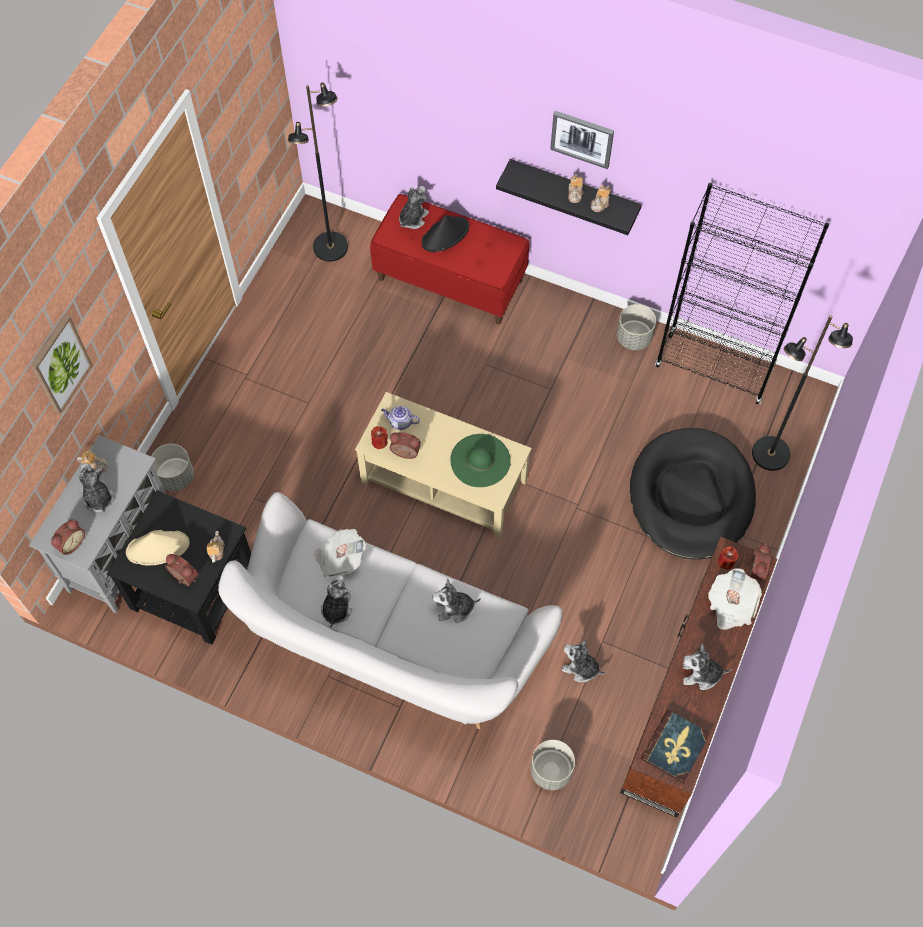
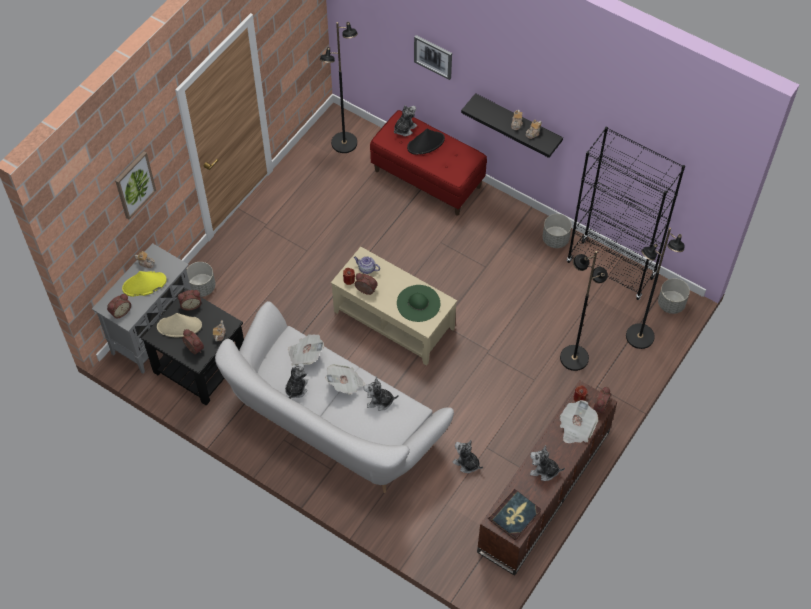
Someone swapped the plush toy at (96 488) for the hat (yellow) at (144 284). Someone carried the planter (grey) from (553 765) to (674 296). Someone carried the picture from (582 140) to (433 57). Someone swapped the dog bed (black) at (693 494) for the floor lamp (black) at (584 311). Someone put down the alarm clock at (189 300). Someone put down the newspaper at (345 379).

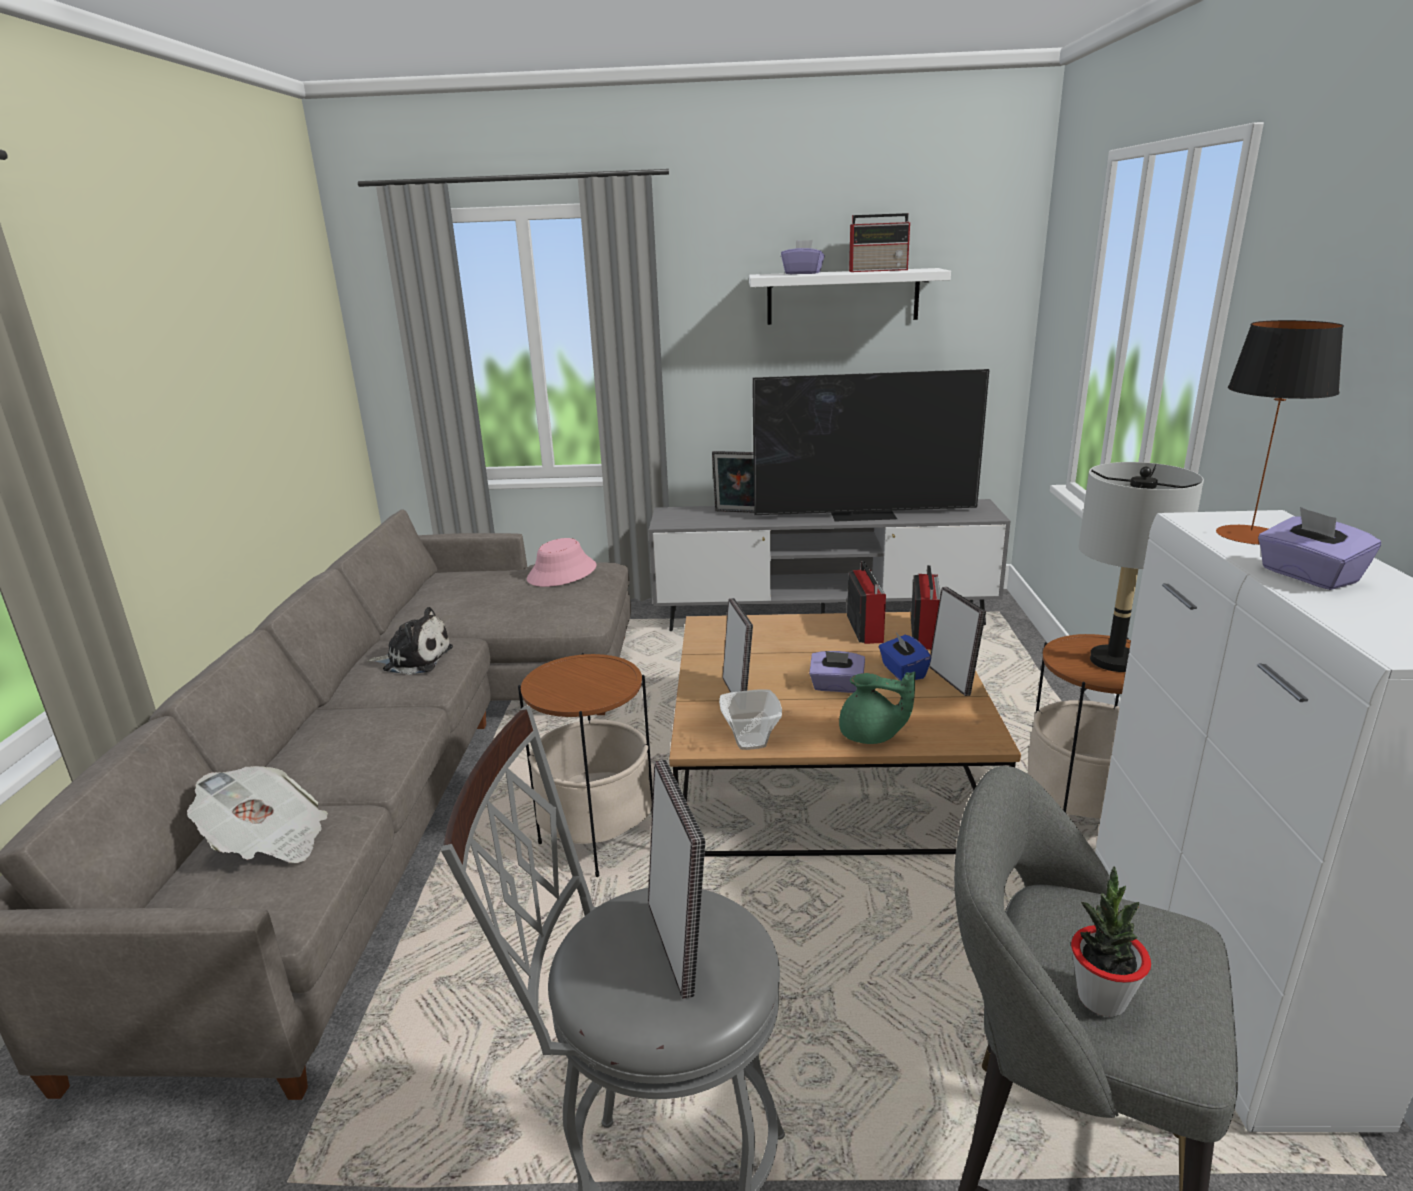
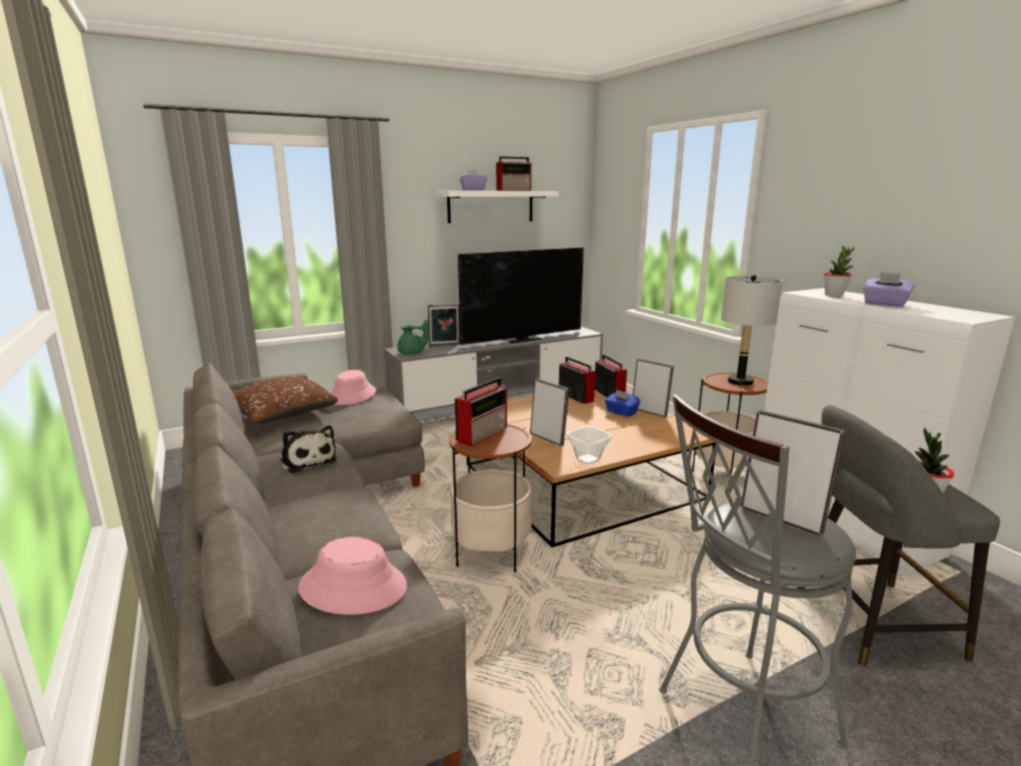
Someone swapped the newspaper at (257 814) for the hat (pink) at (352 576). Someone rotated the plush toy at (410 641) by 75 degrees clockwise. Someone took away the tissue box (purple) at (837 672). Someone carried the teapot (green) from (877 707) to (413 337). Someone swapped the table lamp at (1280 432) for the potted plant at (839 271). Someone put down the pillow (brown) at (285 400). Someone put down the radio at (481 411).

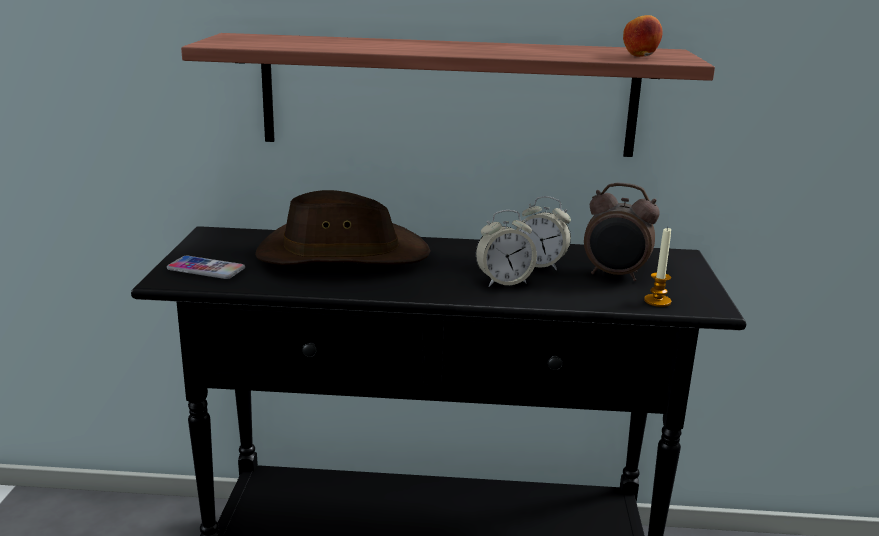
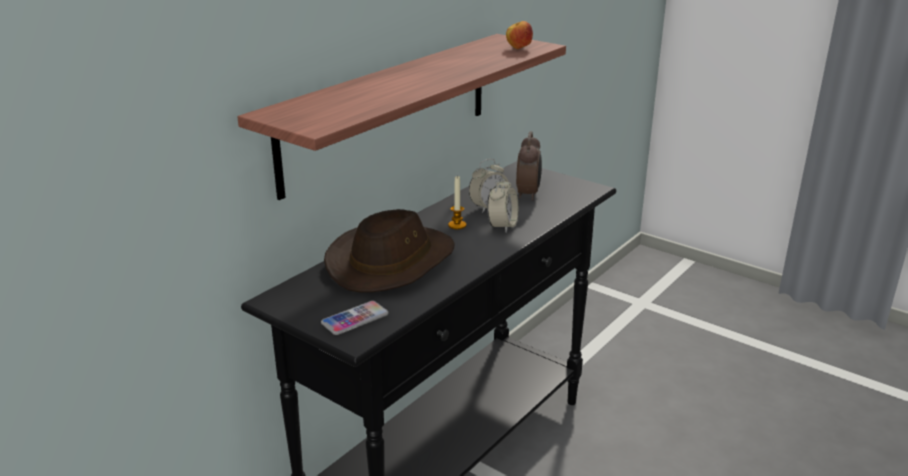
Someone rotated the alarm clock at (622 232) by 45 degrees counterclockwise. Someone carried the candle from (657 267) to (457 202).

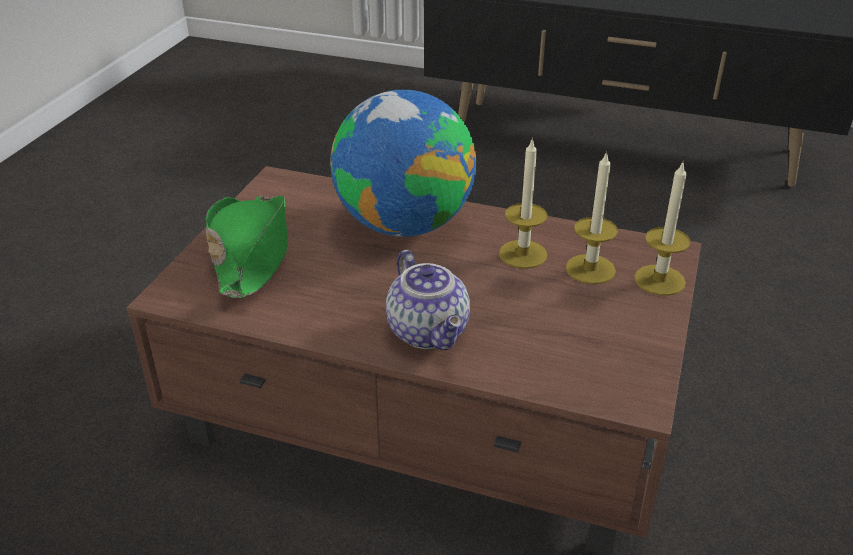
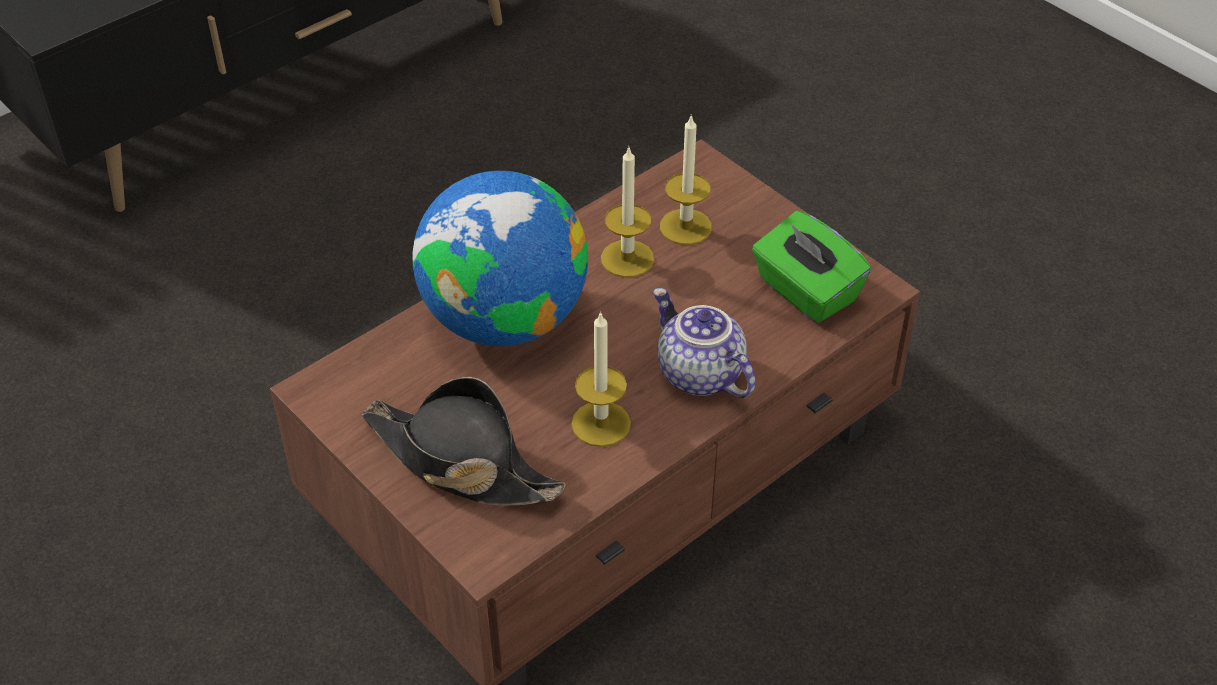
Someone repainted the hat (green) at (246 246), which became the hat (black) at (463 441). Someone rotated the teapot at (428 300) by 135 degrees counterclockwise. Someone carried the candle from (662 229) to (601 379). Someone put down the tissue box (green) at (811 267).

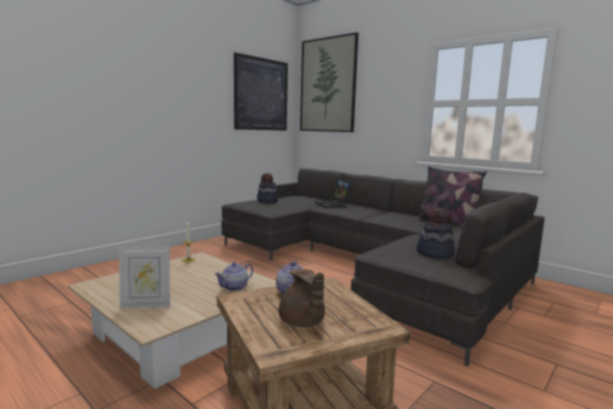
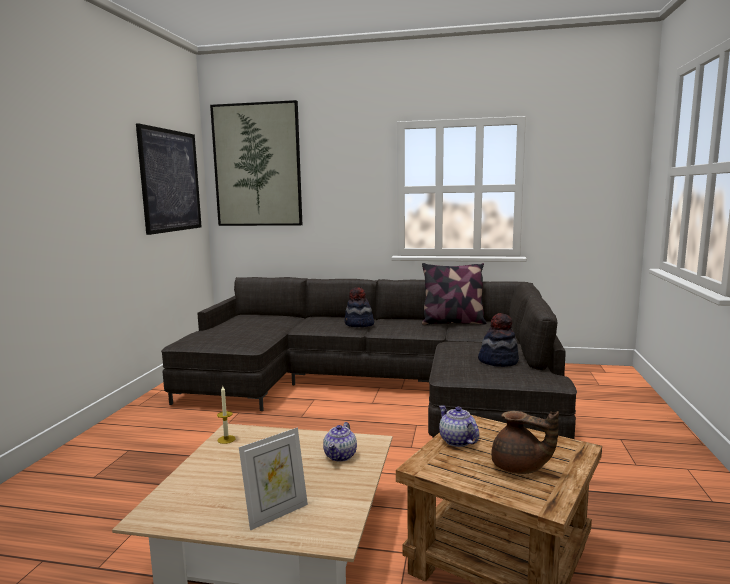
Someone carried the hat from (267 188) to (359 307). Someone took away the laptop at (333 193).

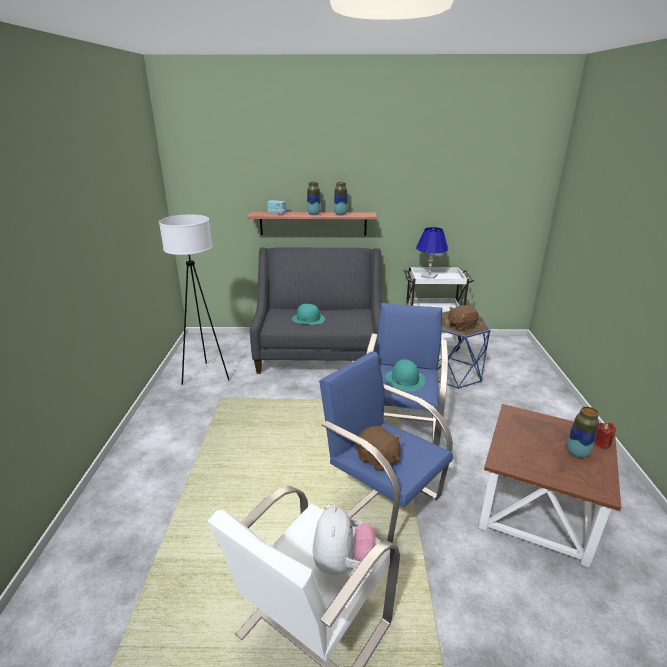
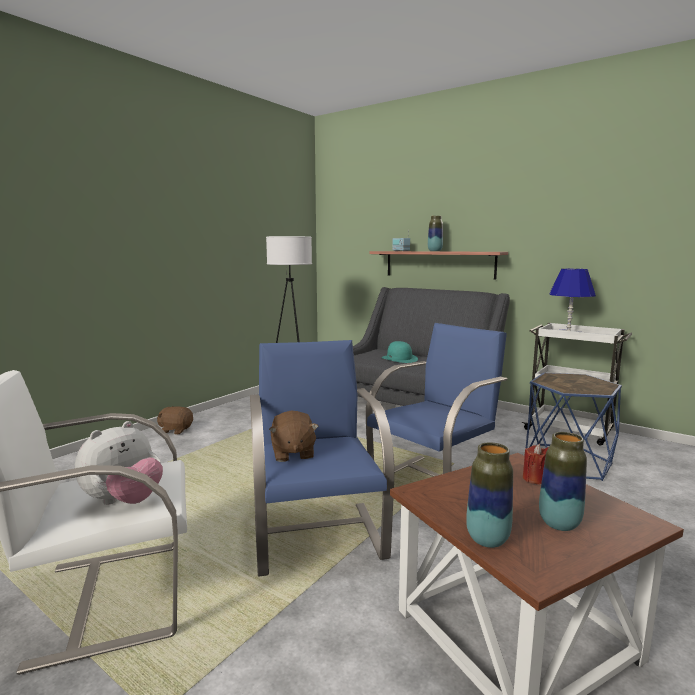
Someone carried the vase from (341 198) to (489 495). Someone took away the hat (turquoise) at (405 375). Someone carried the plush toy (brown) from (463 318) to (175 420). Someone carried the candle (red) from (605 435) to (536 464).

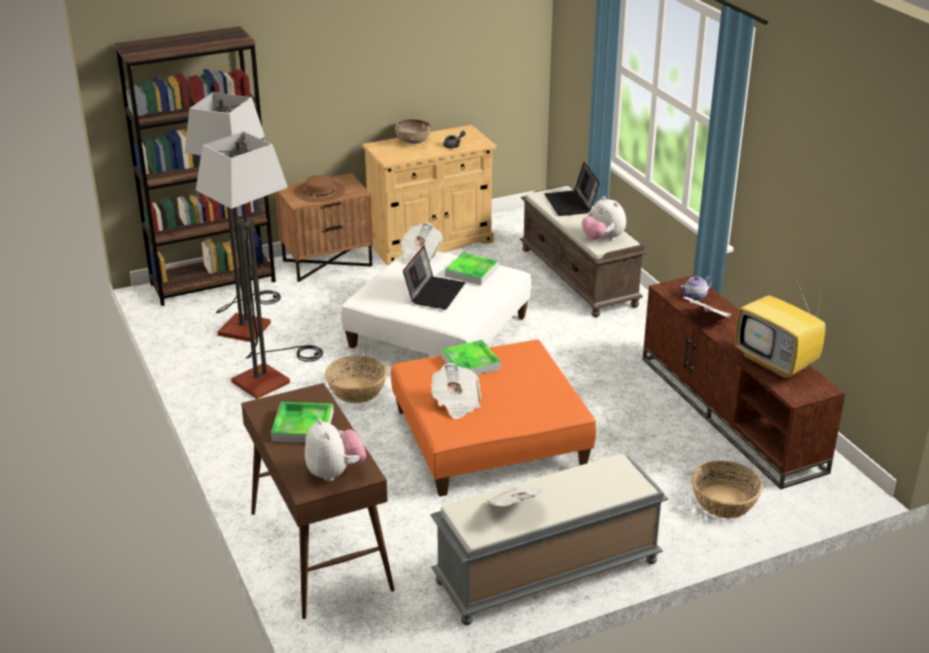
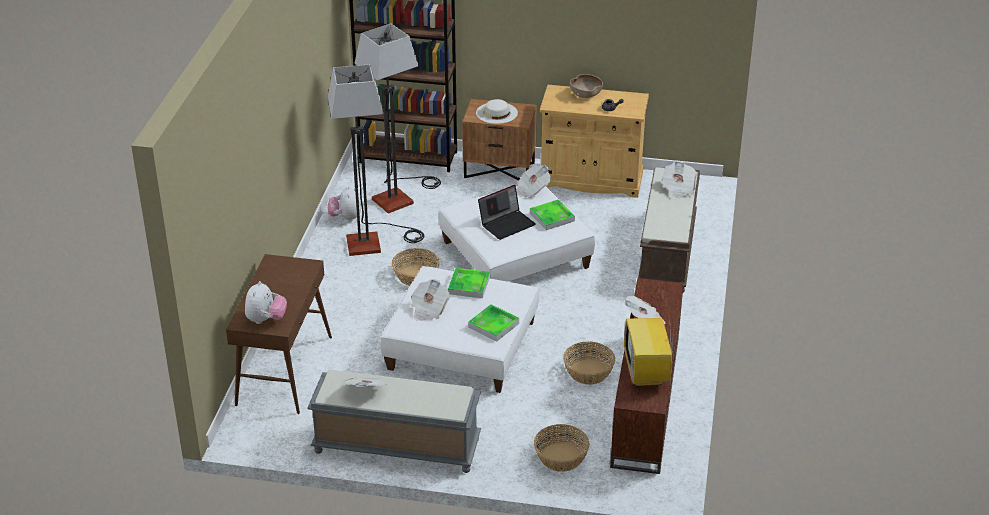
Someone carried the tray from (302 422) to (493 323). Someone repainted the hat (brown) at (319 188), which became the hat (white) at (497 111). Someone repainted the ottoman (orange) at (493 418), which became the ottoman (white) at (459 329). Someone swapped the laptop at (572 189) for the newspaper at (679 180). Someone carried the plush toy from (604 218) to (344 203). Someone took away the teapot at (696 288). Someone put down the basket at (589 362).

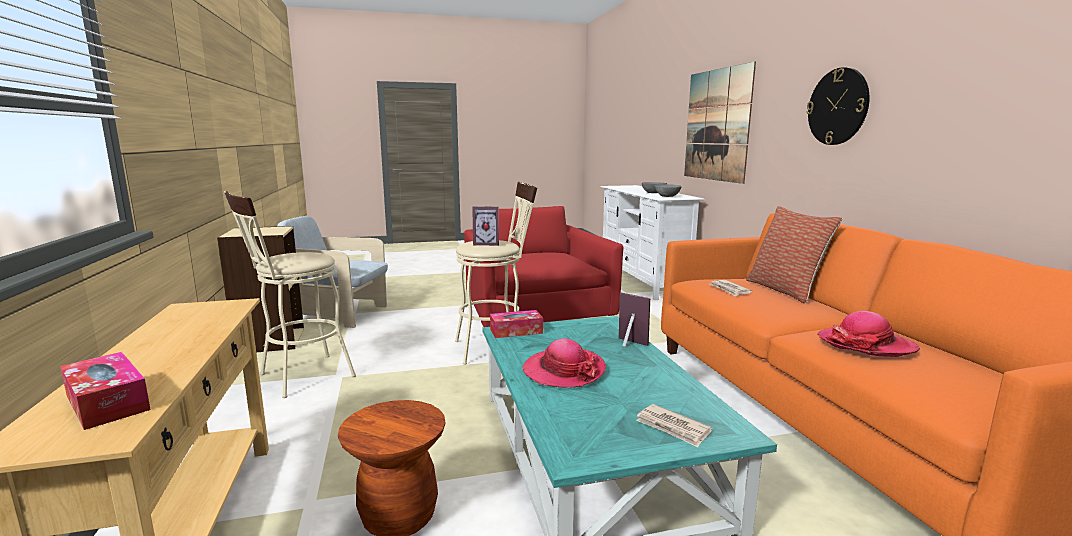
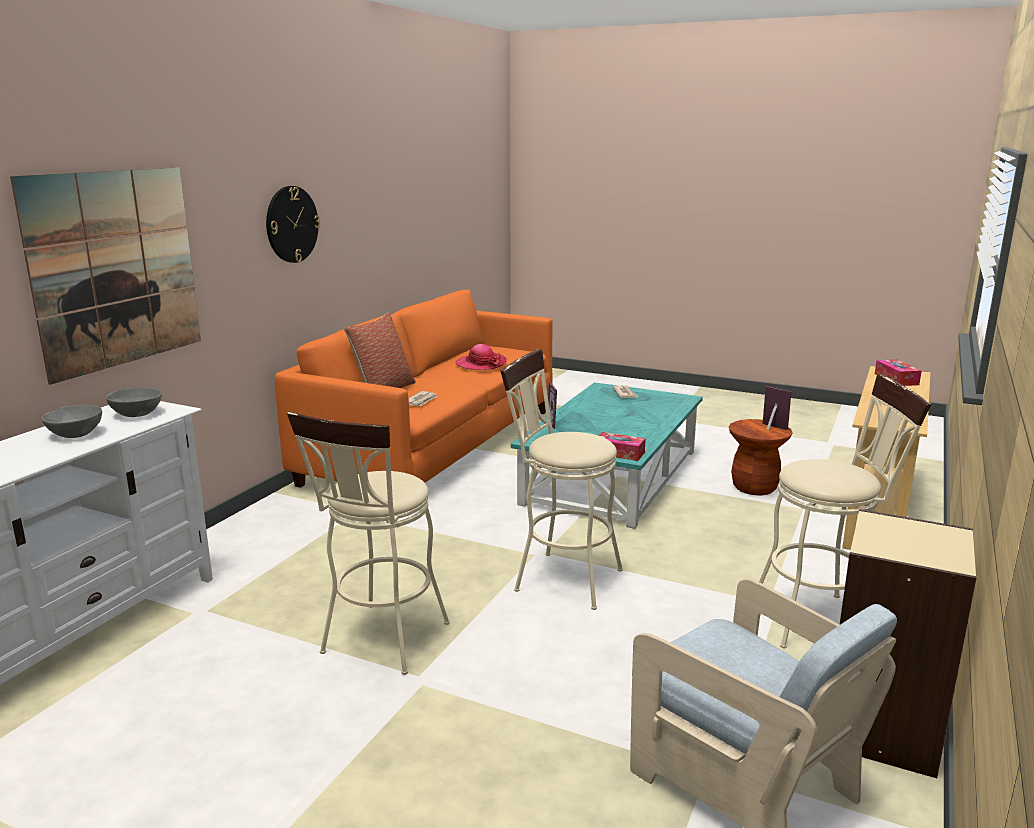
Someone swapped the armchair (red) at (543 266) for the stool (beige) at (368 543). Someone carried the picture frame from (485 226) to (777 408). Someone took away the hat at (564 363).

